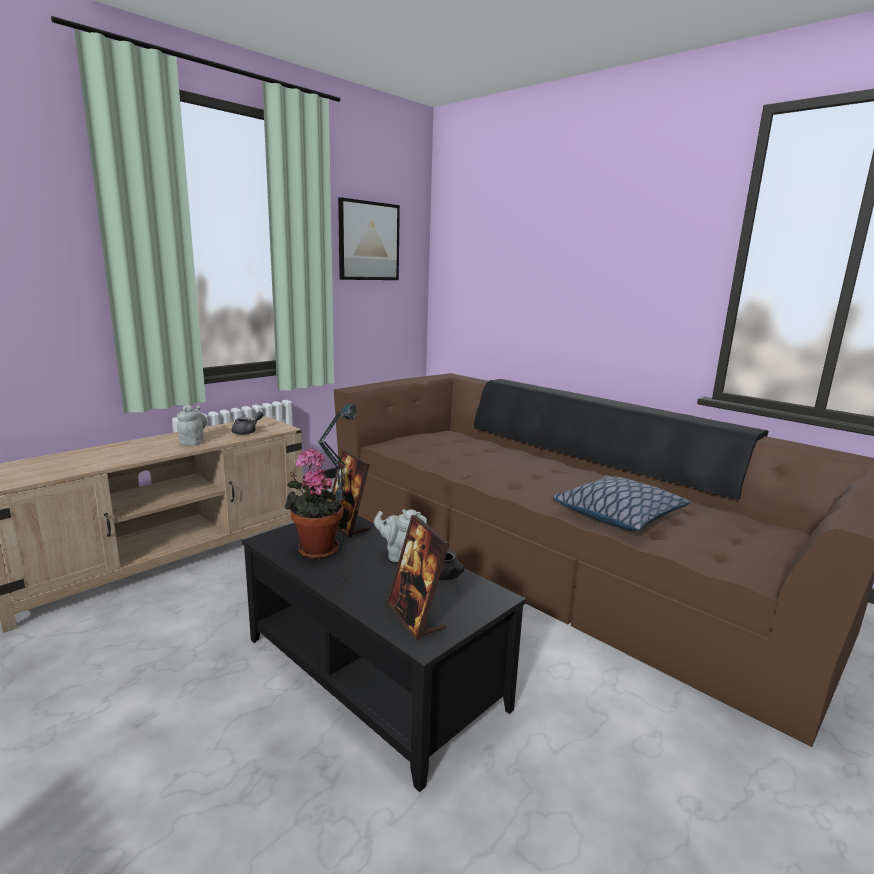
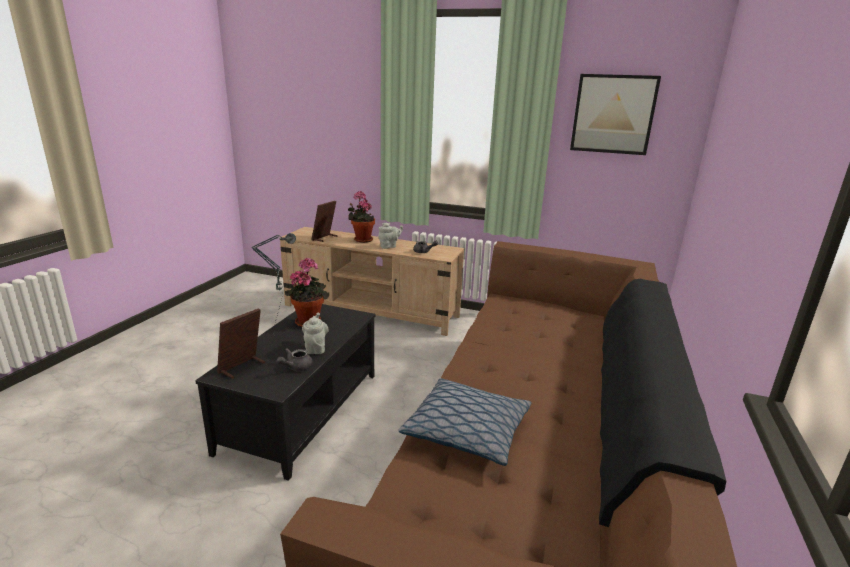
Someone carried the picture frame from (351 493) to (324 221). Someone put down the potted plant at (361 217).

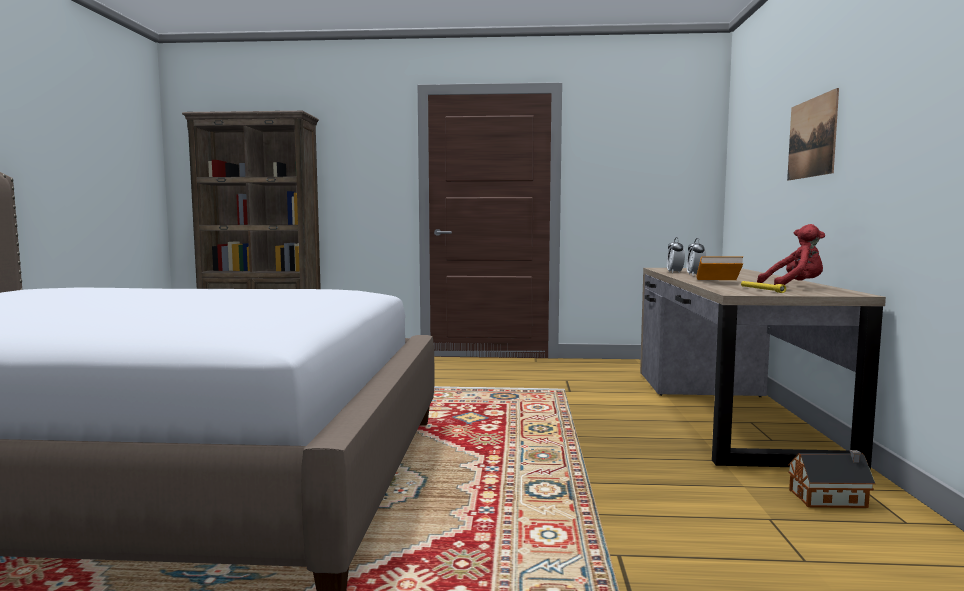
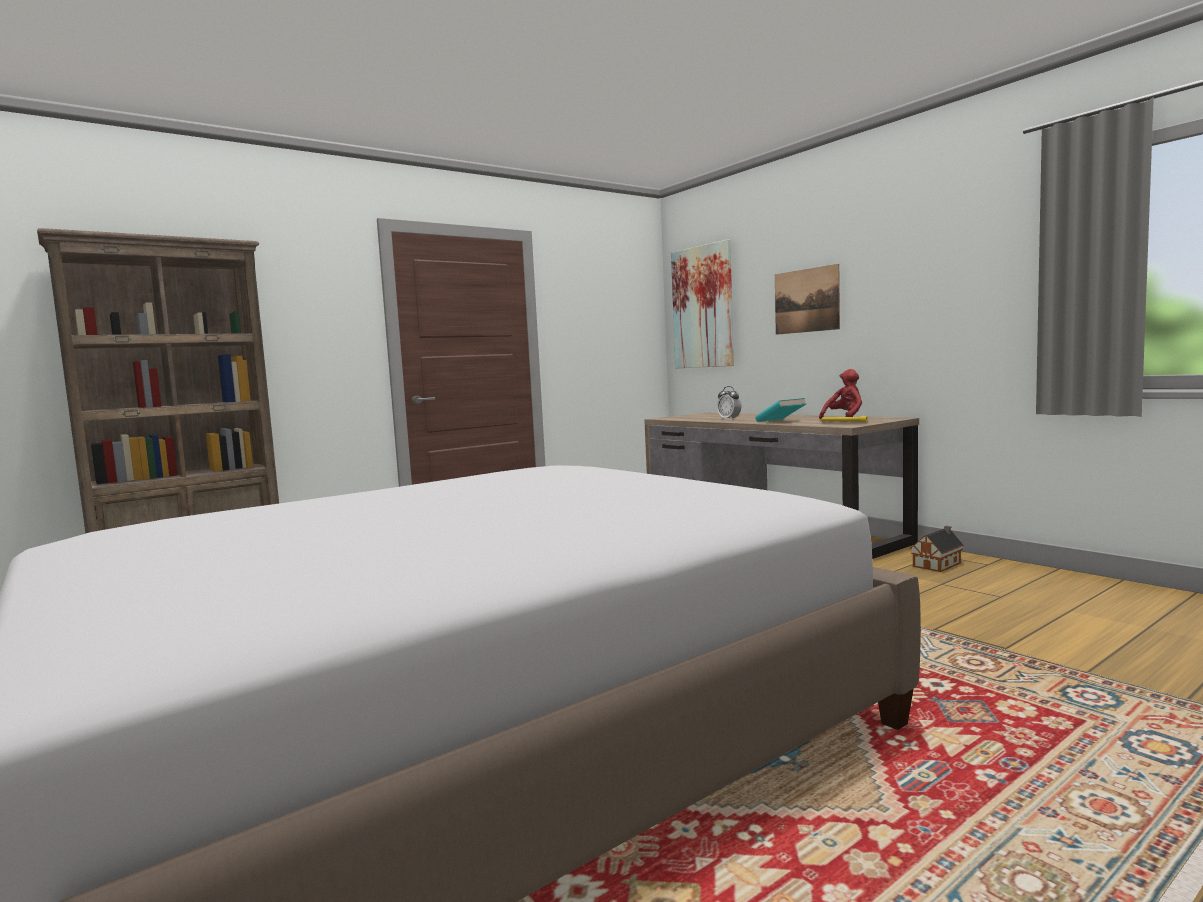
Someone took away the alarm clock at (676 255). Someone repainted the book (orange) at (719 268), which became the book (turquoise) at (780 410). Someone put up the picture at (702 303).

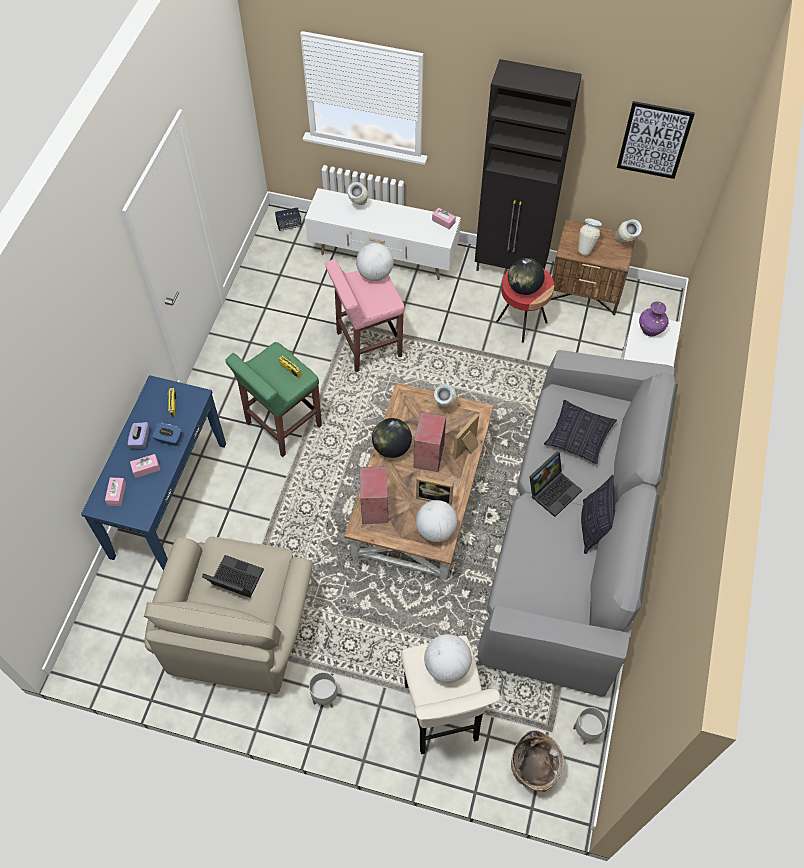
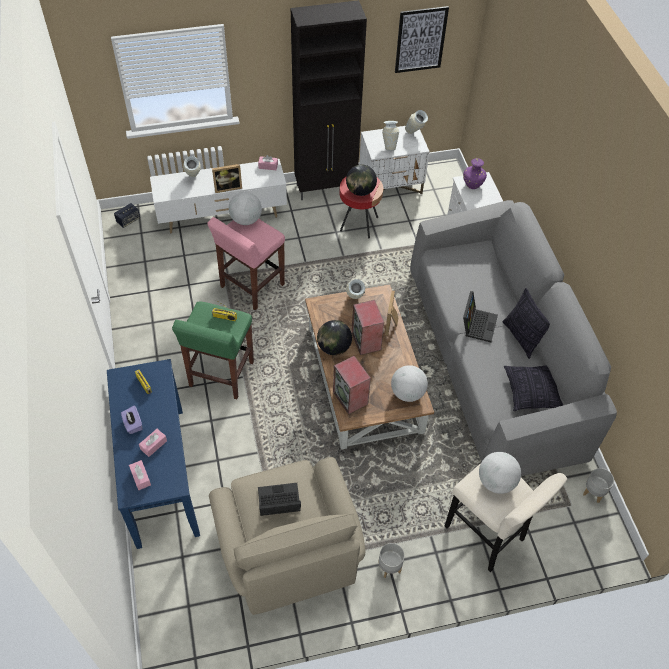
Someone took away the tissue box (blue) at (167 434). Someone carried the picture frame from (435 490) to (227 178). Someone took away the basket at (537 761). Someone carried the pillow from (580 432) to (533 388). Someone repainted the nightstand (brown) at (592 267), which became the nightstand (white) at (394 160).

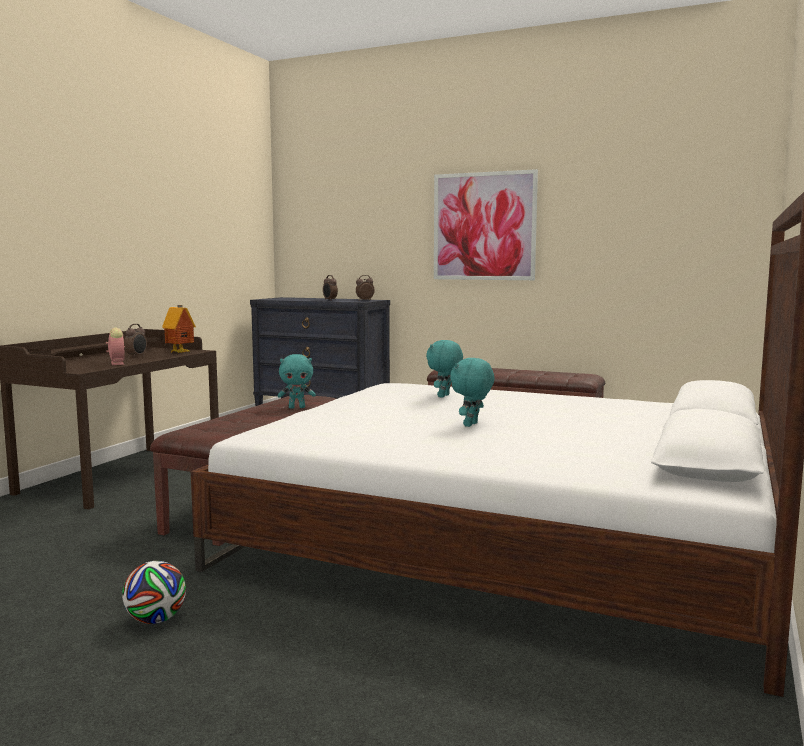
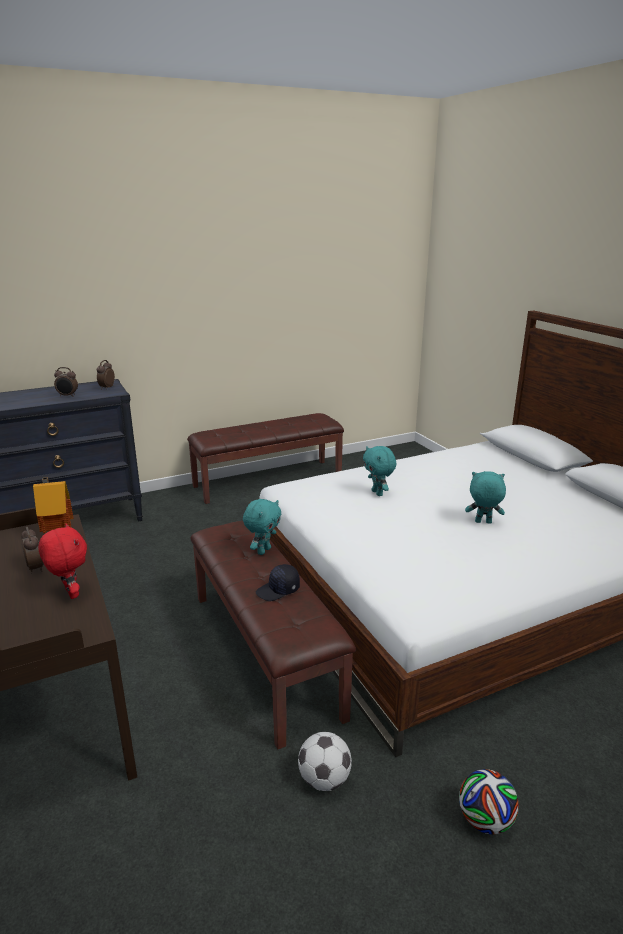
Someone swapped the alarm clock at (115 346) for the plush toy (red) at (62 561). Someone took away the picture at (486 224). Someone rotated the plush toy (turquoise) at (472 392) by 120 degrees clockwise. Someone put down the cap (black) at (278 582). Someone put down the football at (325 761).

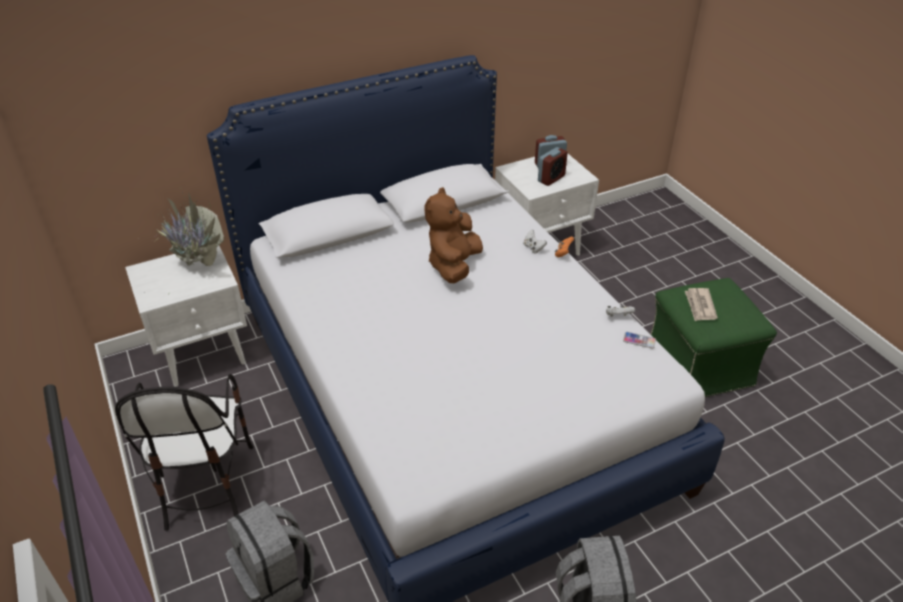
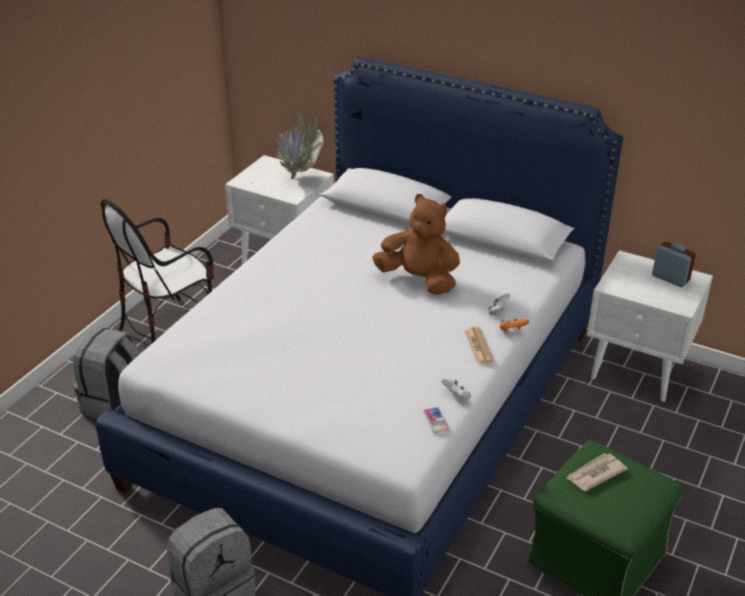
Someone rotated the plush toy (brown) at (453 235) by 45 degrees clockwise. Someone took away the alarm clock at (553 166). Someone put down the newspaper at (479 345).

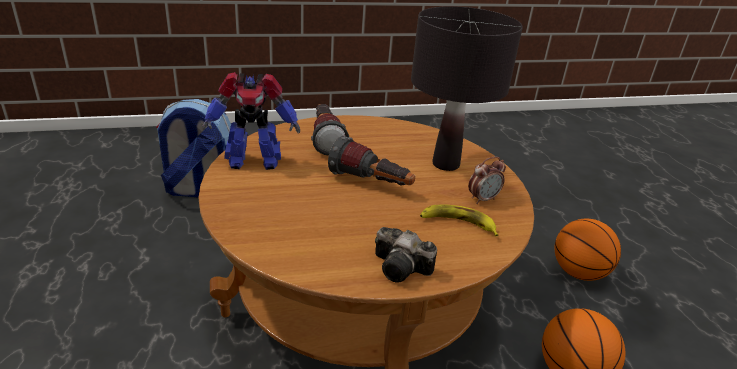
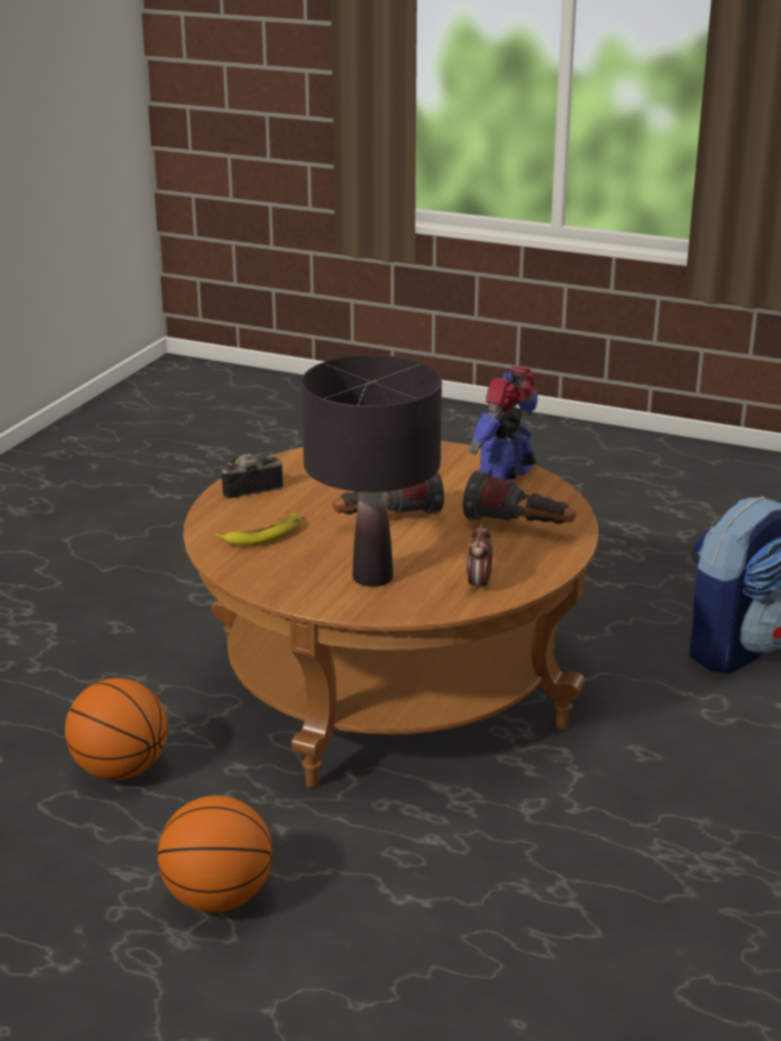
Someone carried the alarm clock from (487 180) to (479 557).

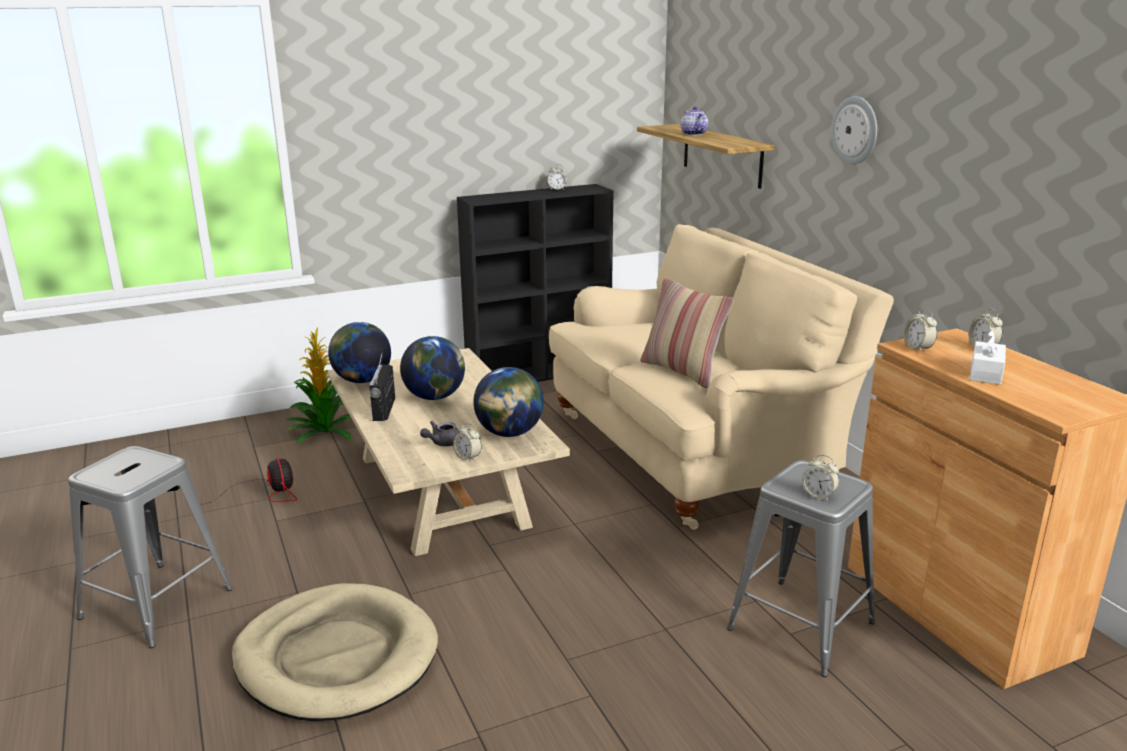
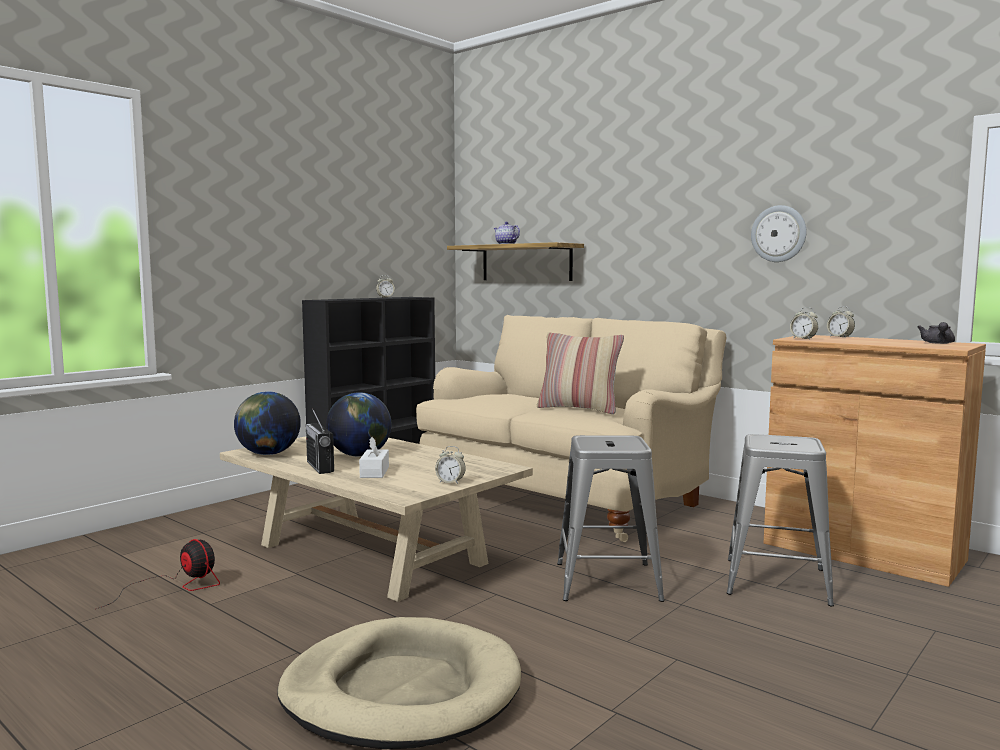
Someone carried the stool (grey) from (150 547) to (610 518). Someone took away the potted plant at (319 386). Someone carried the teapot (grey) from (440 434) to (936 333). Someone took away the globe at (508 402). Someone took away the alarm clock at (820 478). Someone carried the wall clock from (854 130) to (779 233). Someone carried the tissue box (white) from (988 357) to (374 457).

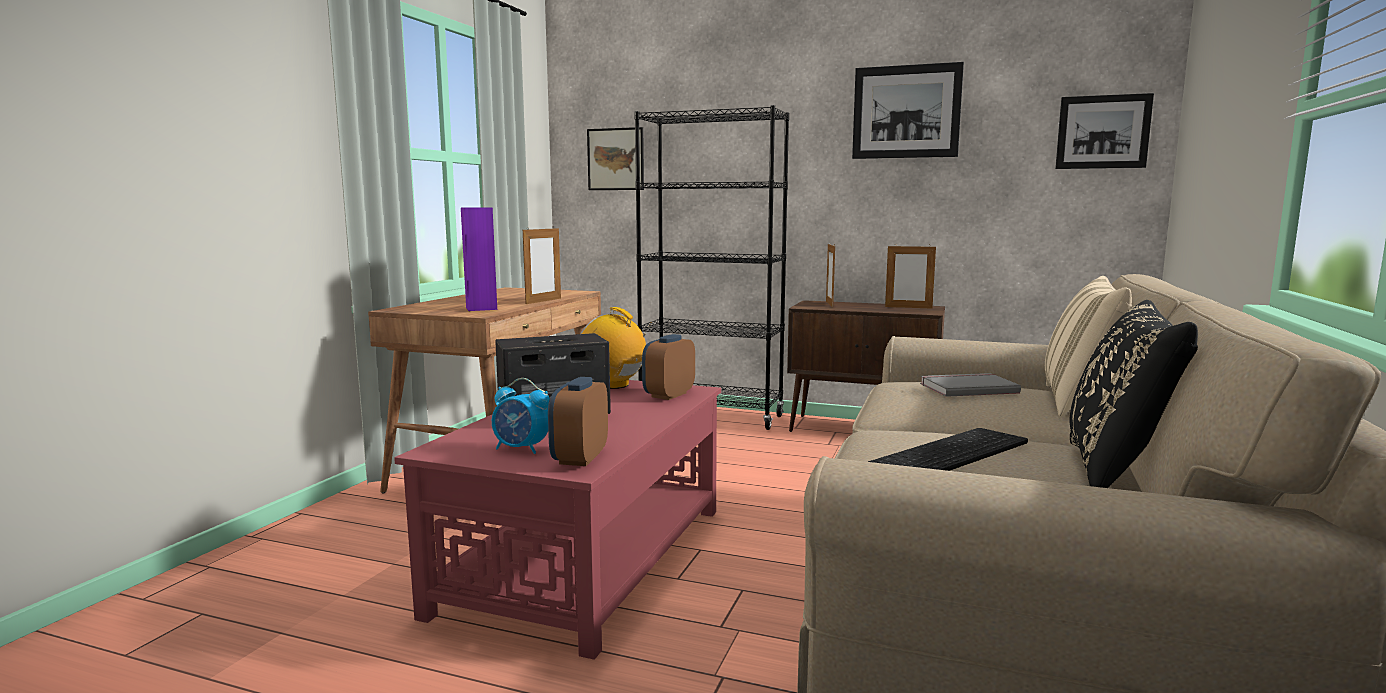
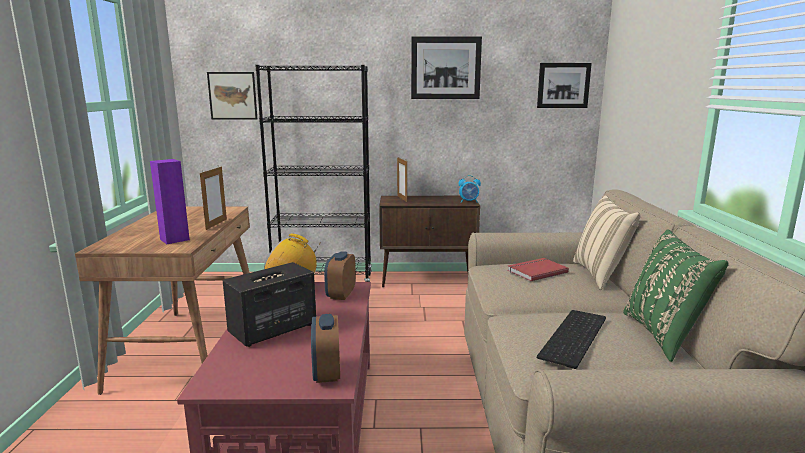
Someone carried the alarm clock from (521 416) to (469 189). Someone took away the picture frame at (910 277). Someone repainted the book (grey) at (970 385), which became the book (red) at (538 269). Someone repainted the pillow (black) at (1134 394), which became the pillow (green) at (675 295).

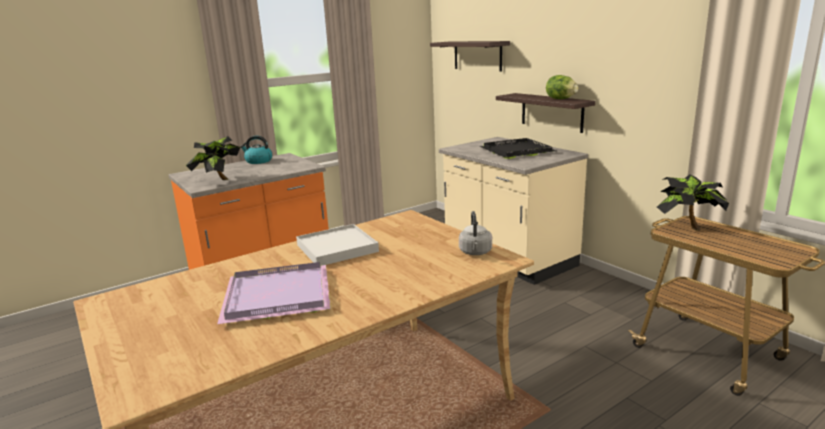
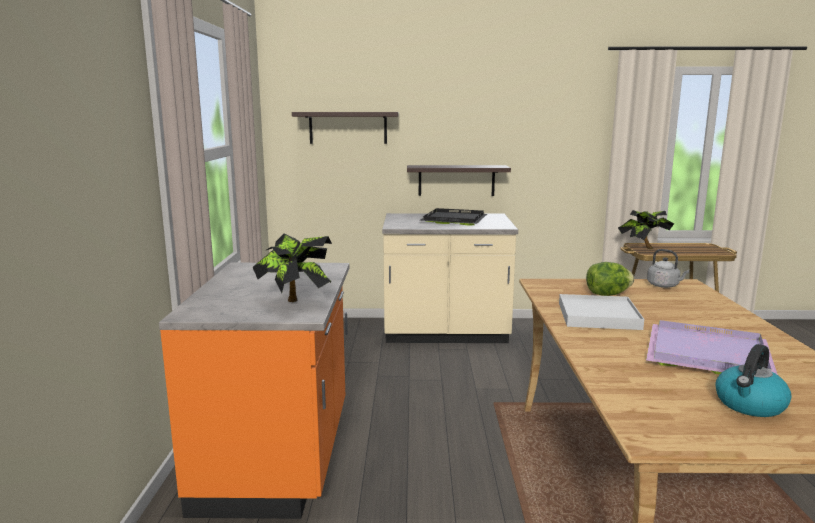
Someone carried the kettle from (256 150) to (753 380). Someone carried the lettuce from (562 87) to (610 279).

